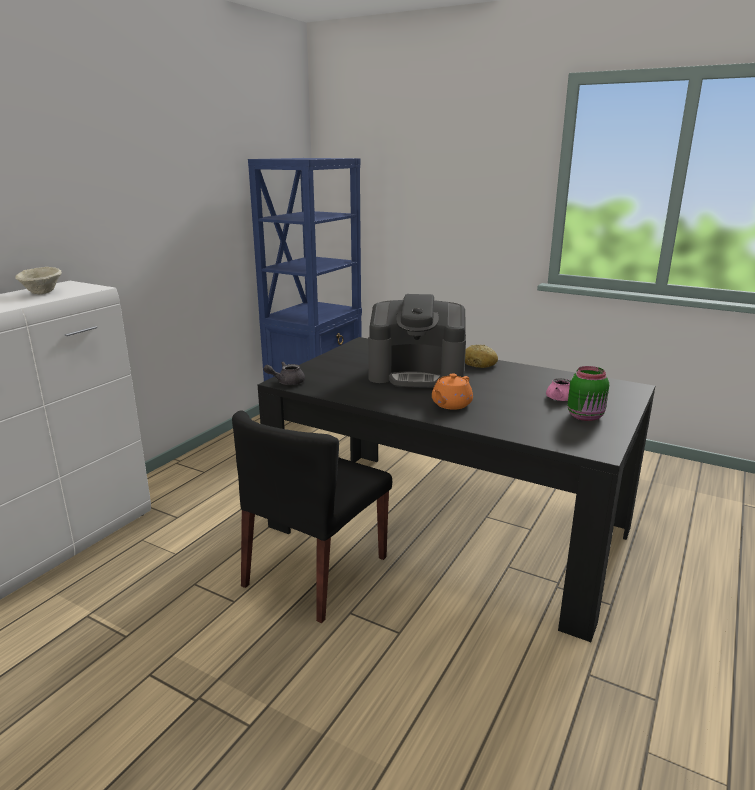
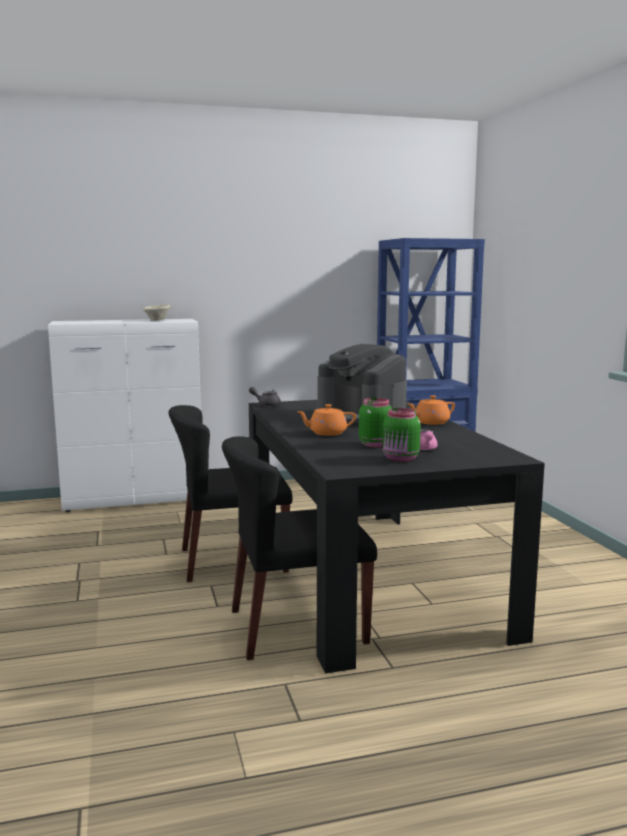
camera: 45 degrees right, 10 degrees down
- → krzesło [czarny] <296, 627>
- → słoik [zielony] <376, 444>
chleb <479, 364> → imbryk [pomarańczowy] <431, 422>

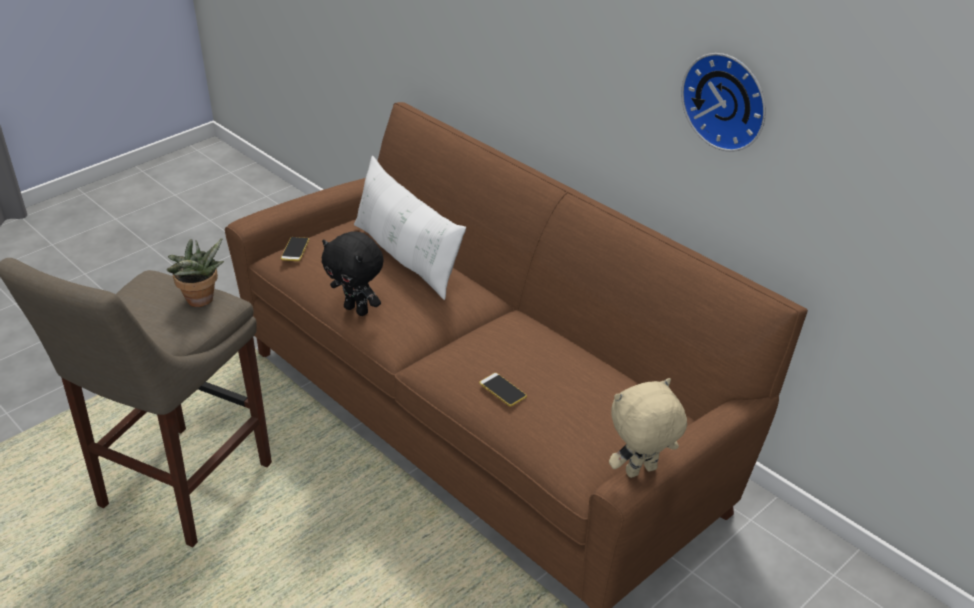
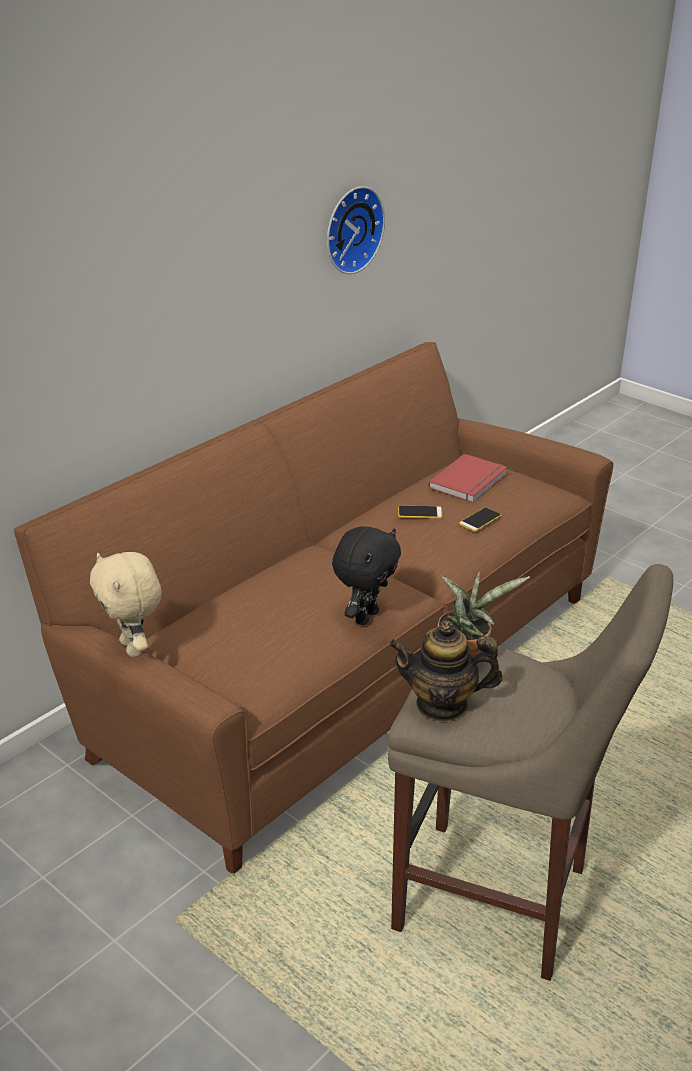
camera: 95 degrees left, 5 degrees down
pluszak [beżowy] <641, 472> → pluszak [beżowy] <133, 648>, moved
- → imbryk <442, 705>
telefon <295, 249> → telefon <420, 513>, moved
- → książka [czerwony] <470, 481>
poduszka [biały] <407, 257> → -

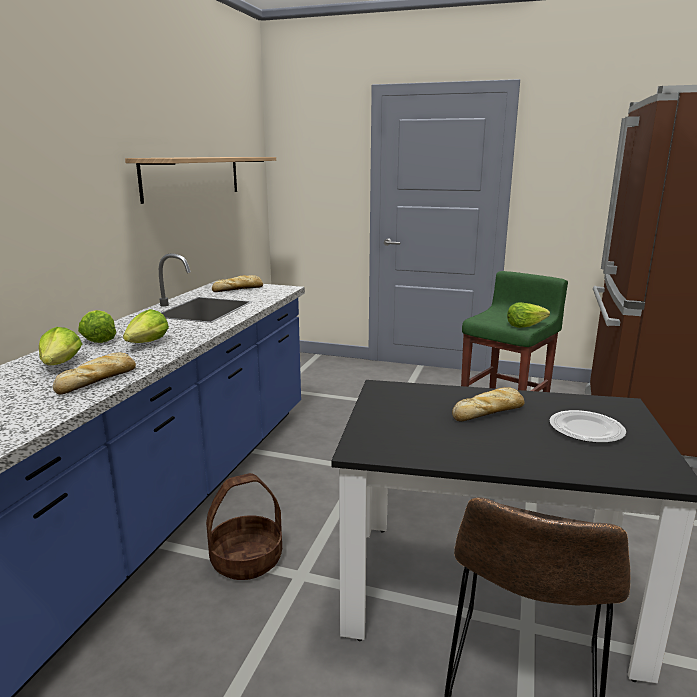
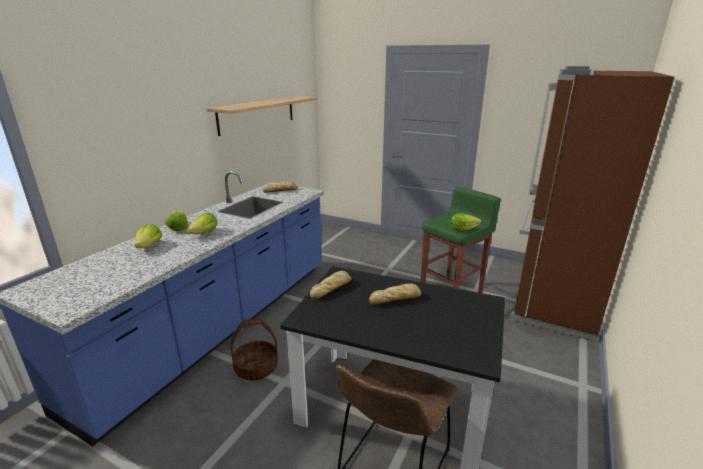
camera: 10 degrees right, 5 degrees up
chleb <98, 379> → chleb <331, 288>, moved
talerz <587, 430> → -

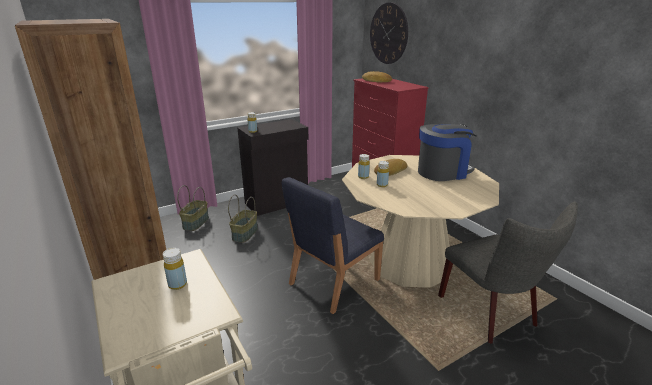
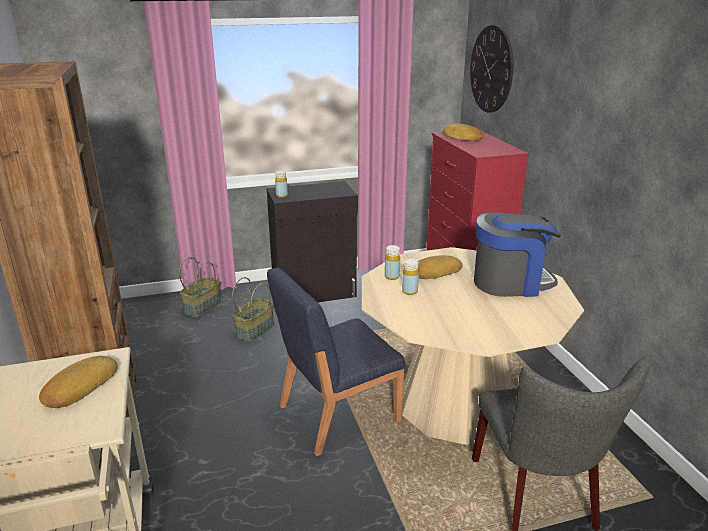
camera: 15 degrees right, 0 degrees up
butelka [żółty] <177, 284> → chleb <79, 387>

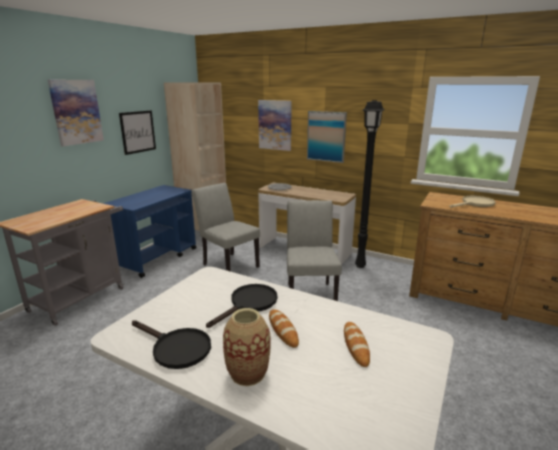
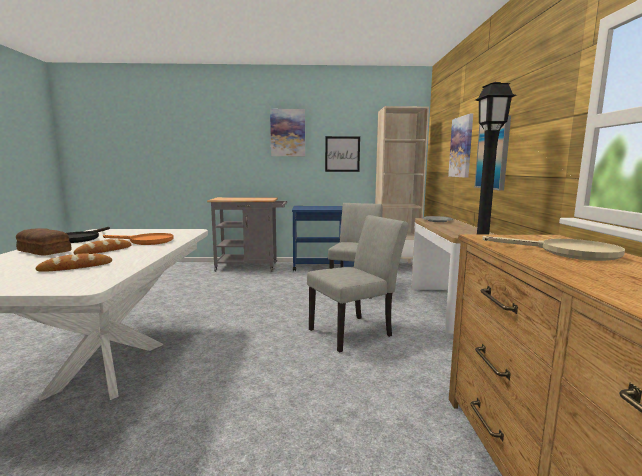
camera: 60 degrees right, 10 degrees down
wazon <248, 373> → chleb <44, 251>
patelnia [czarny] <249, 304> → patelnia [pomarańczowy] <146, 241>

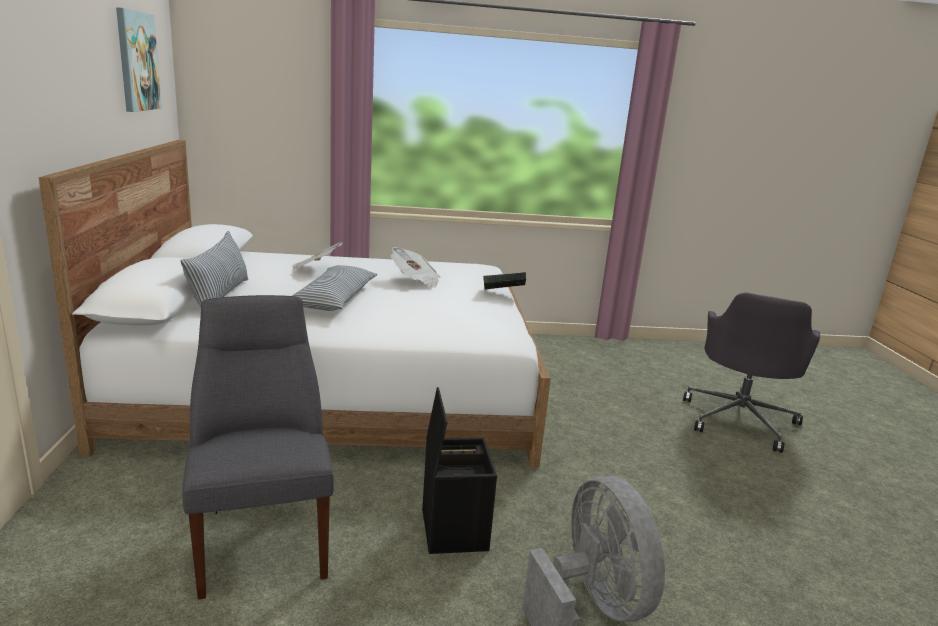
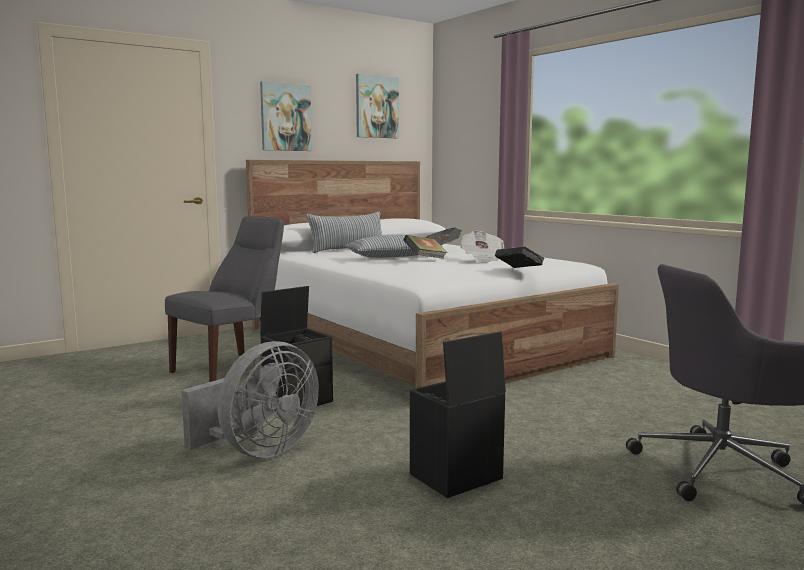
camera: 60 degrees right, 10 degrees down
- → obraz <285, 117>
- → książka <425, 259>
- → pojemnik do przechowywania [czarny] <455, 477>

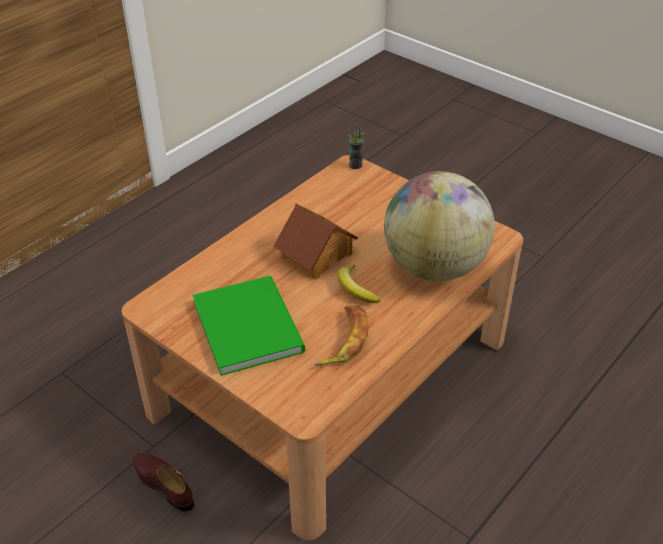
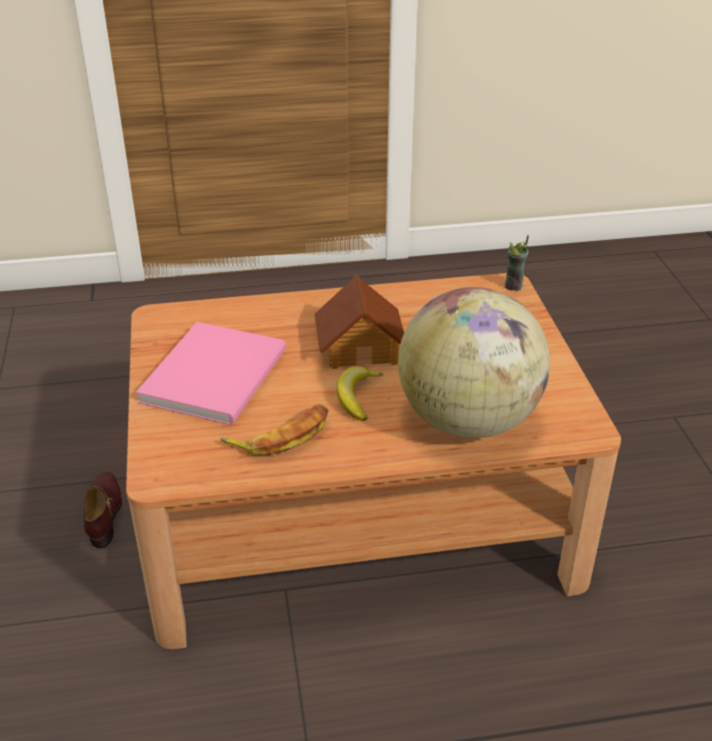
camera: 40 degrees right, 5 degrees down
książka [zielony] <249, 323> → książka [różowy] <219, 374>

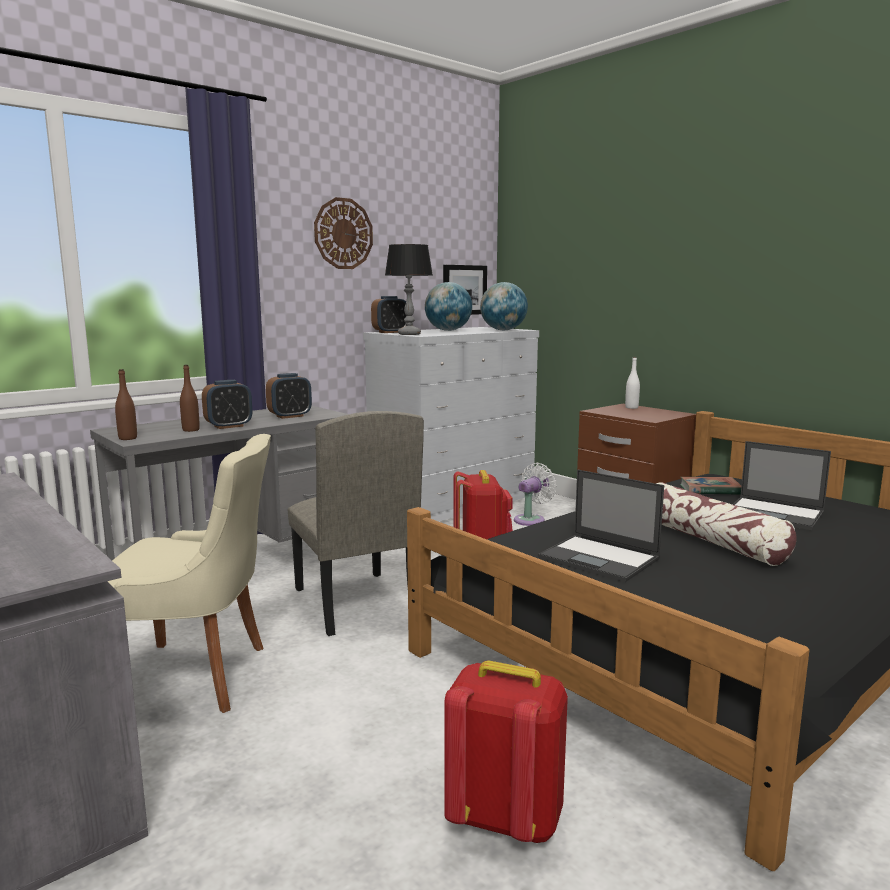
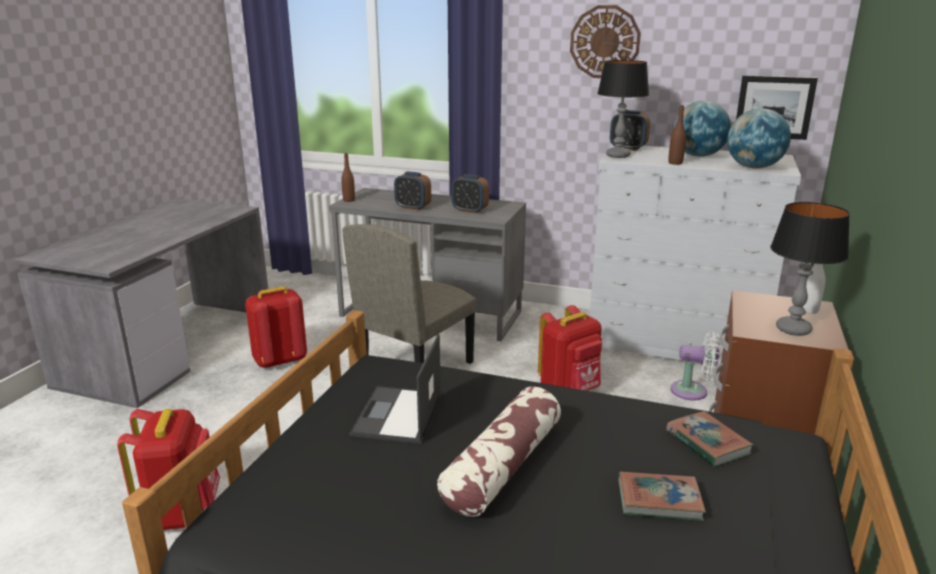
camera: 60 degrees right, 10 degrees up
krzesło [beżowy] <196, 677> → plecak [czerwony] <279, 360>
laptop <775, 514> → książka <659, 500>
butelka [brązowy] <191, 430> → butelka [brązowy] <675, 163>, moved
- → lampa stołowa <792, 329>

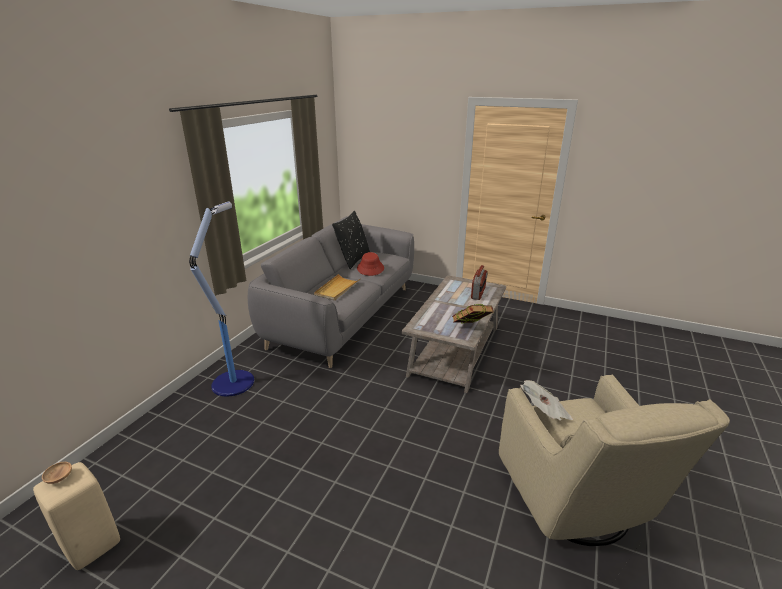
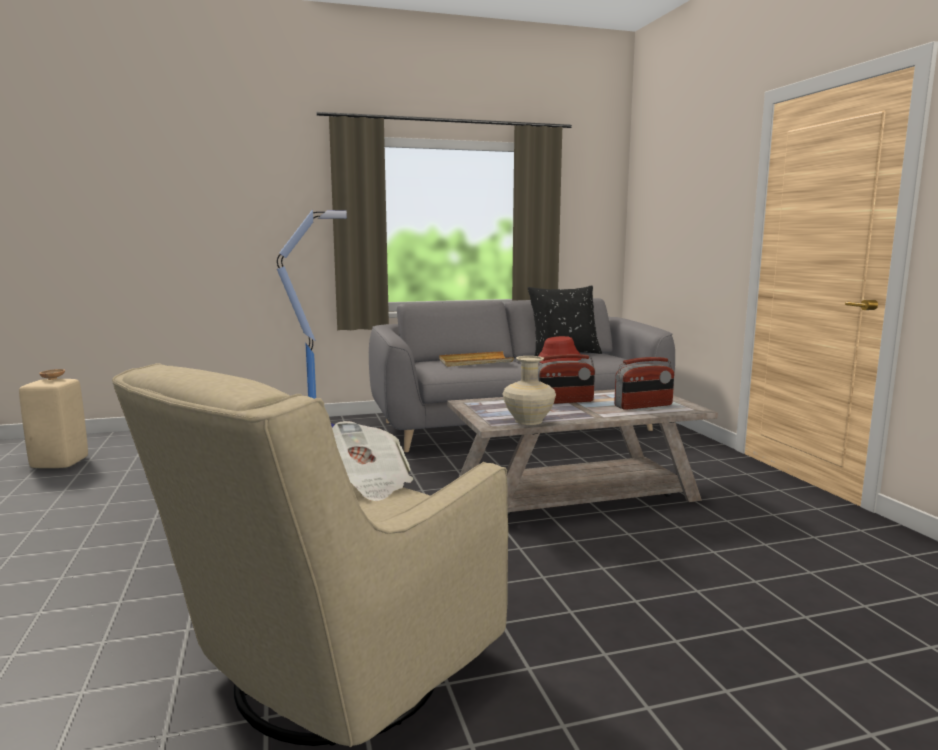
camera: 50 degrees right, 15 degrees down
książka <471, 328> → wazon [beżowy] <528, 421>
- → radio <564, 401>

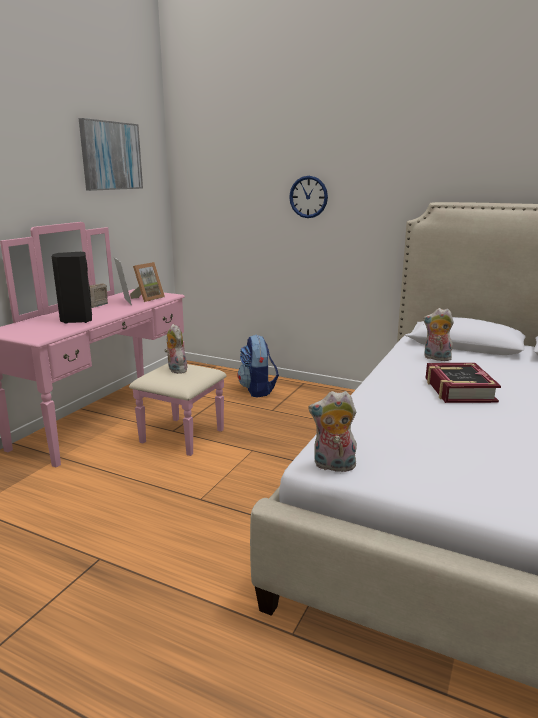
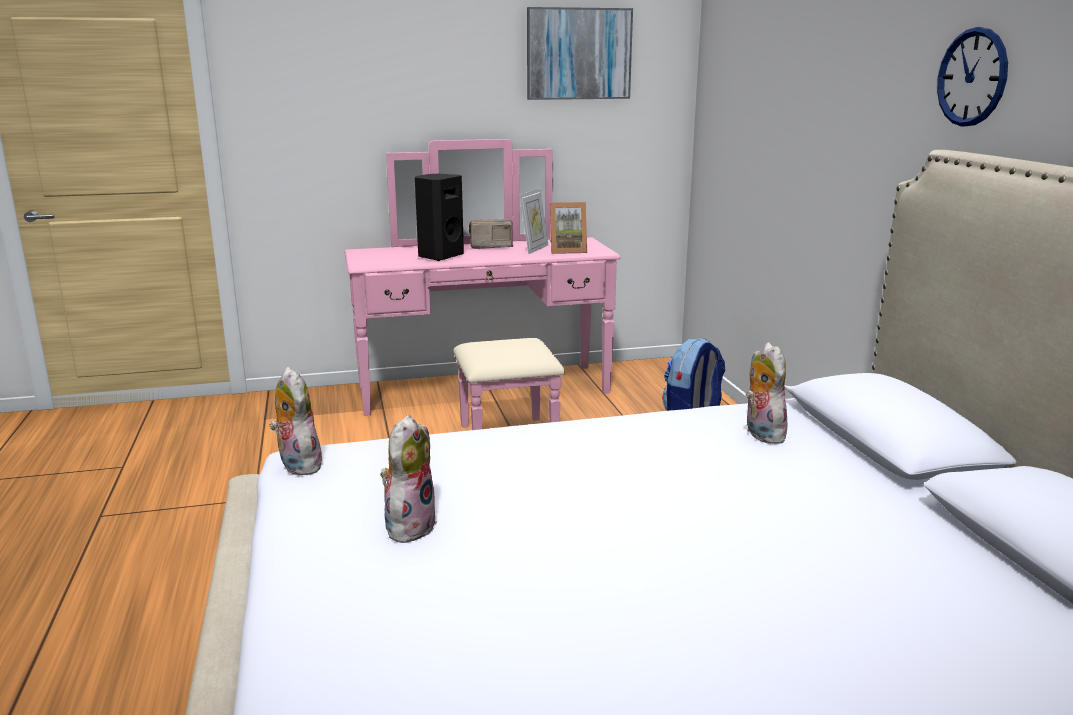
camera: 50 degrees right, 0 degrees up
pluszak <175, 370> → pluszak <409, 526>, moved
zegar ścienny <308, 197> → zegar ścienny <972, 77>, moved
książka <458, 390> → -

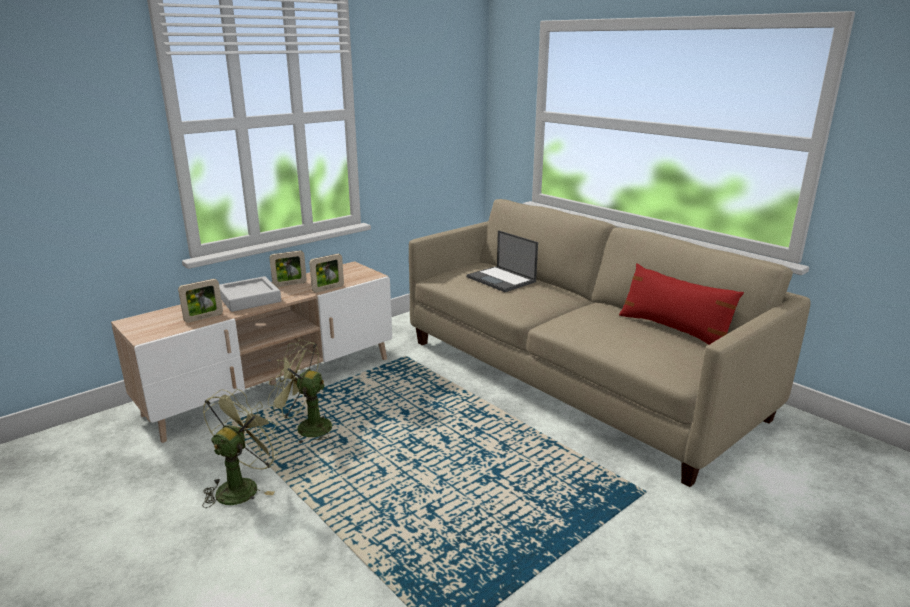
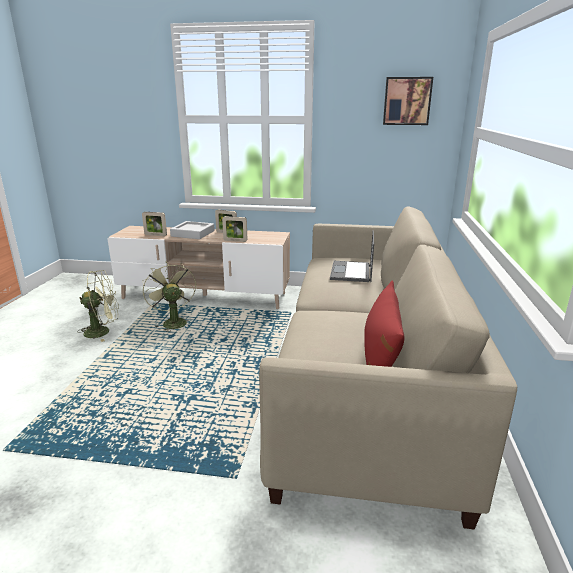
camera: 50 degrees right, 0 degrees up
- → obraz <407, 101>

